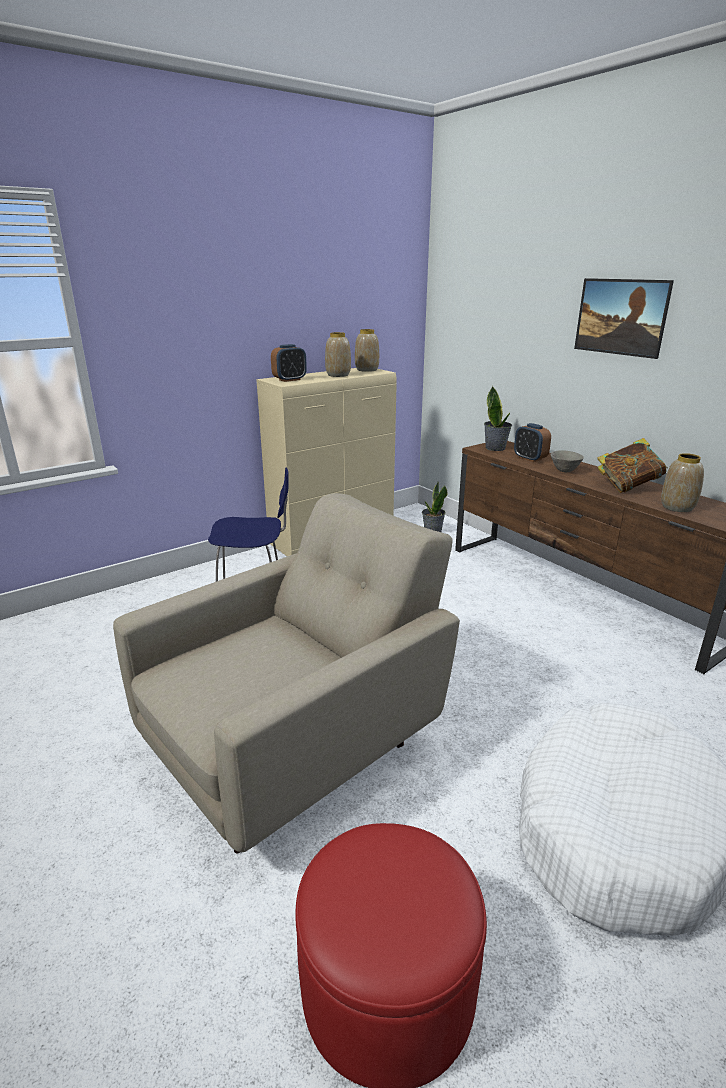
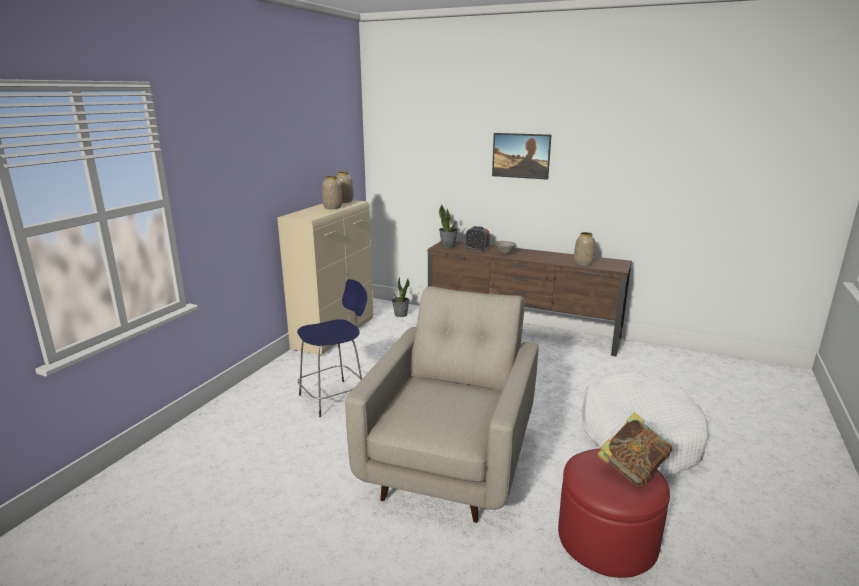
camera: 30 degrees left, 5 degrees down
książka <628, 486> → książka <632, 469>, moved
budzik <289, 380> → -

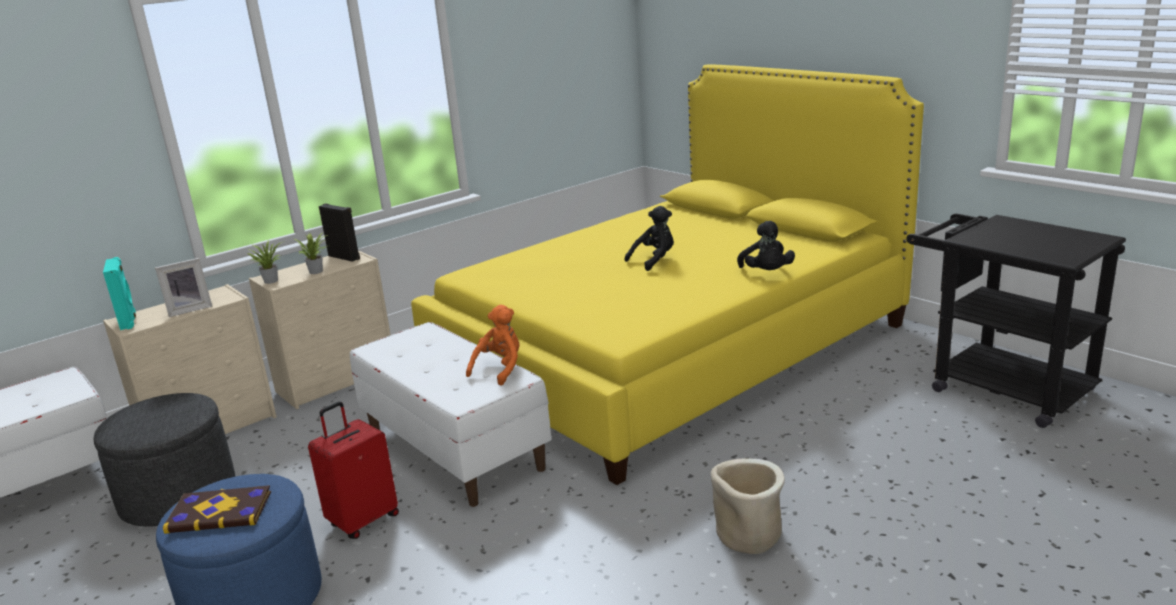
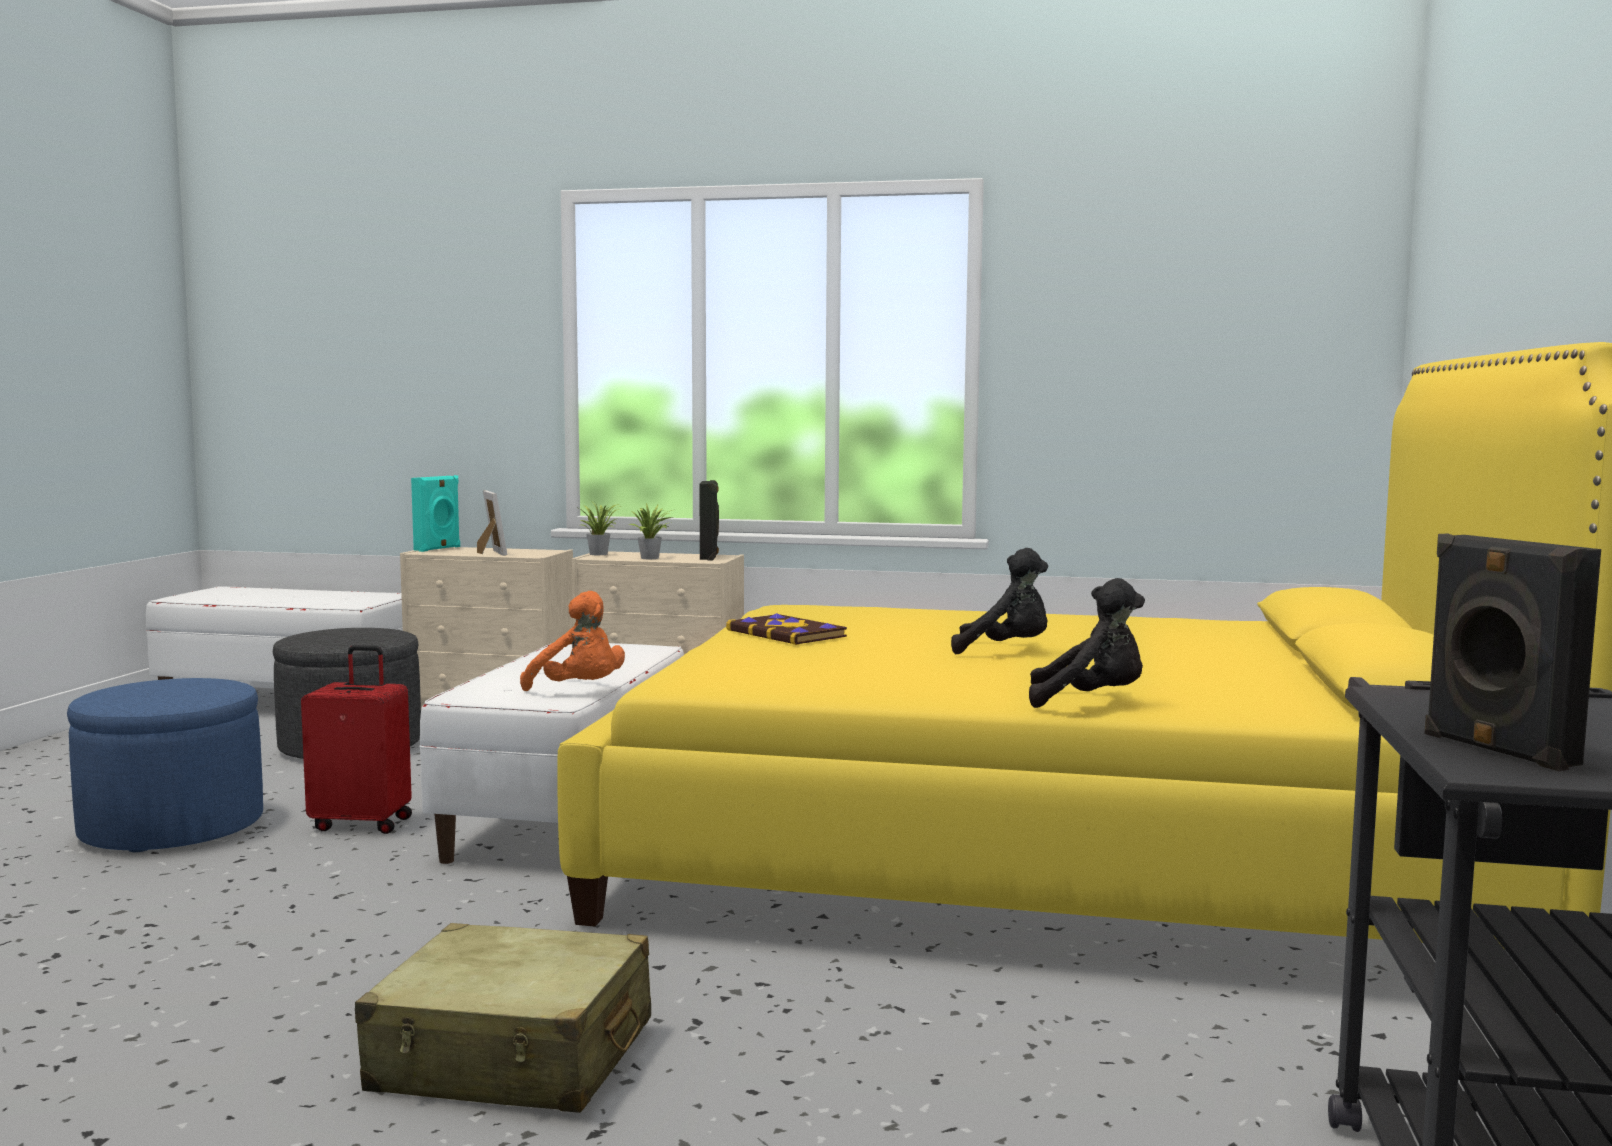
camera: 50 degrees right, 15 degrees down
donica [beżowy] <747, 536> → walizka [beżowy] <513, 1057>
ramka na zdjęcie <189, 309> → ramka na zdjęcie <490, 553>, 135 degrees counterclockwise
pluszak [pomarańczowy] <500, 369> → pluszak [pomarańczowy] <579, 691>, 45 degrees clockwise
książka <220, 511> → książka <787, 633>, moved
pluszak [czarny] <766, 273> → pluszak [czarny] <1090, 701>, 120 degrees counterclockwise
- → głośnik [czarny] <1496, 750>

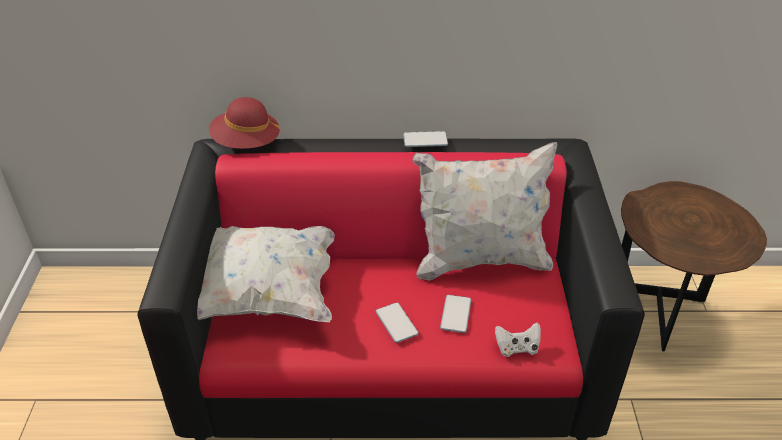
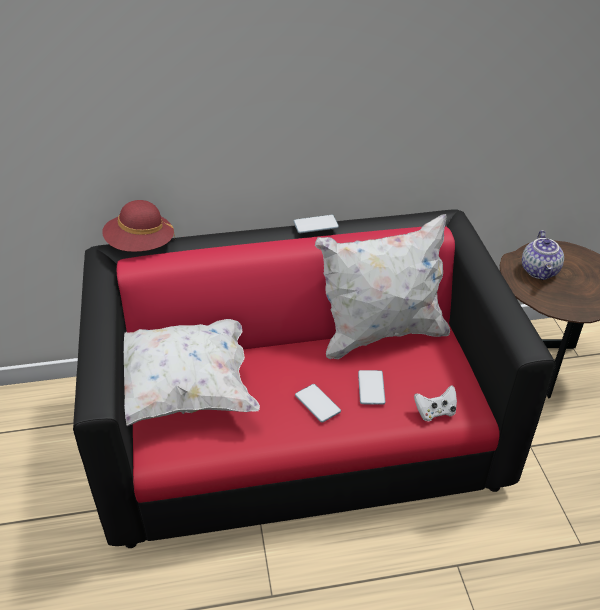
camera: 10 degrees left, 0 degrees up
- → imbryk <540, 271>

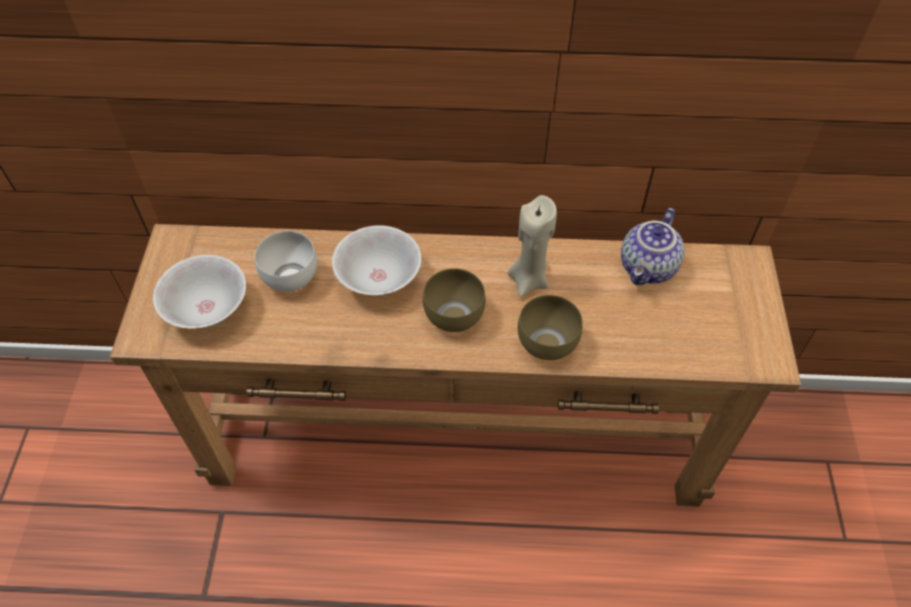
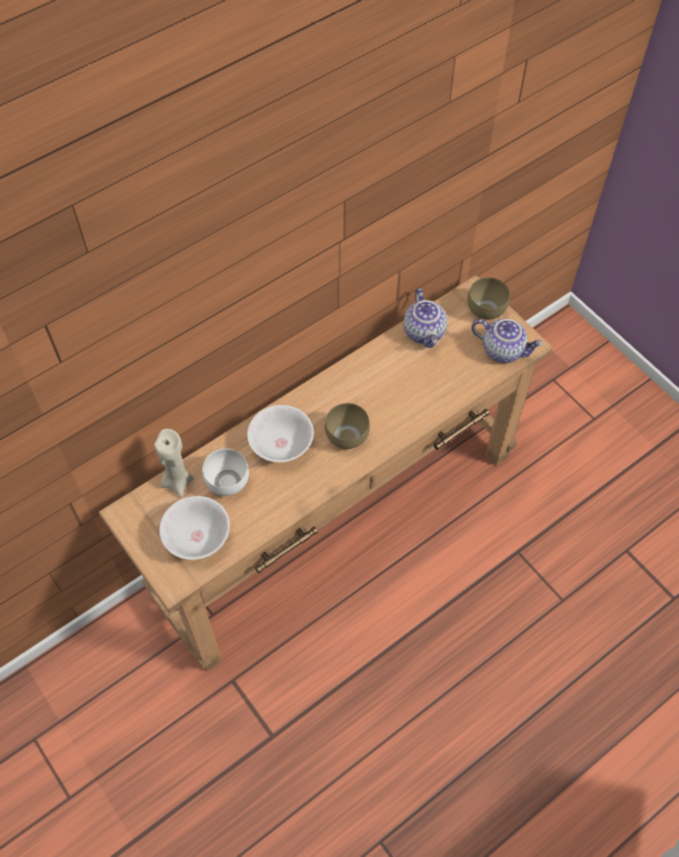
camera: 40 degrees left, 5 degrees up
świeca [beżowy] <529, 280> → świeca [beżowy] <177, 481>, moved
miska [brązowy] <545, 342> → miska [brązowy] <484, 310>, moved
- → imbryk <503, 350>

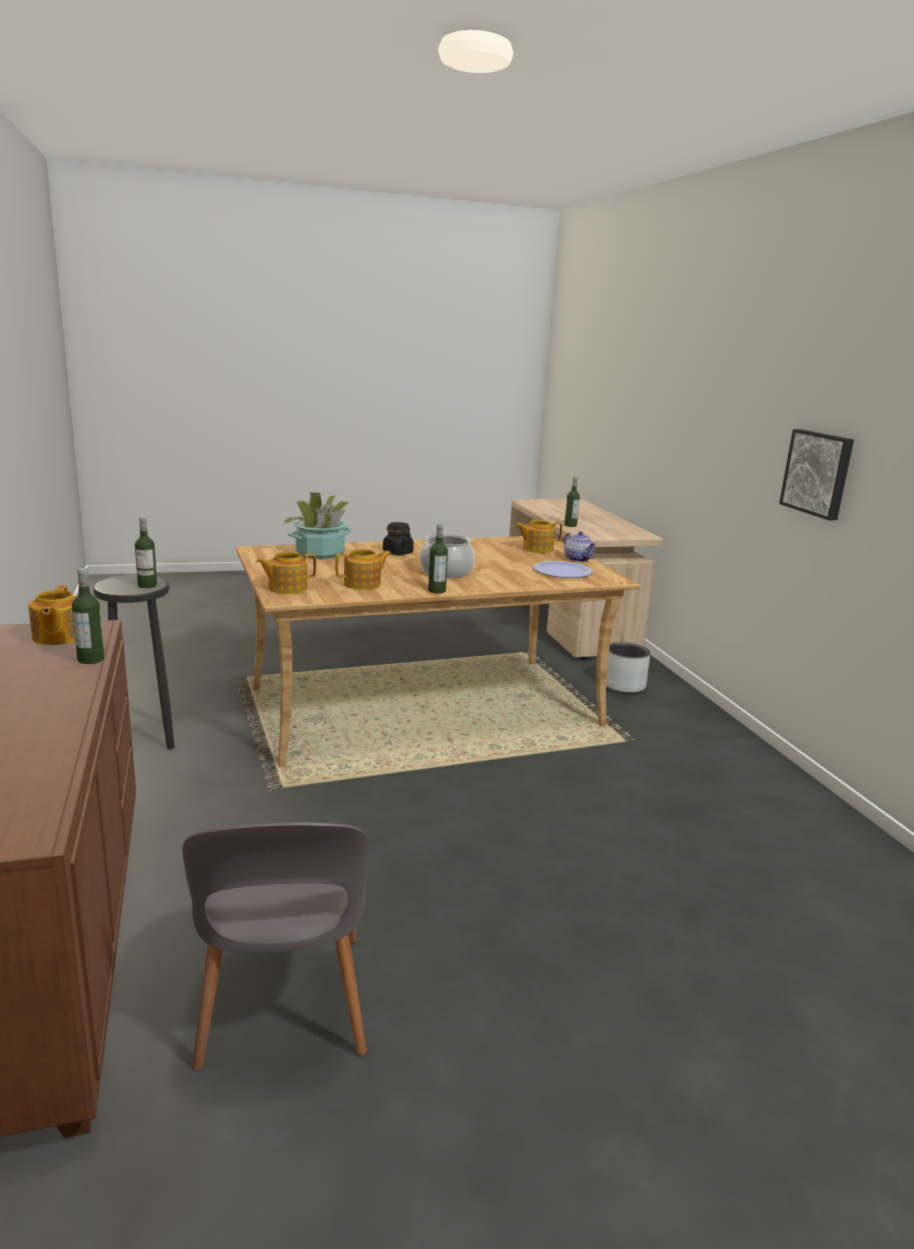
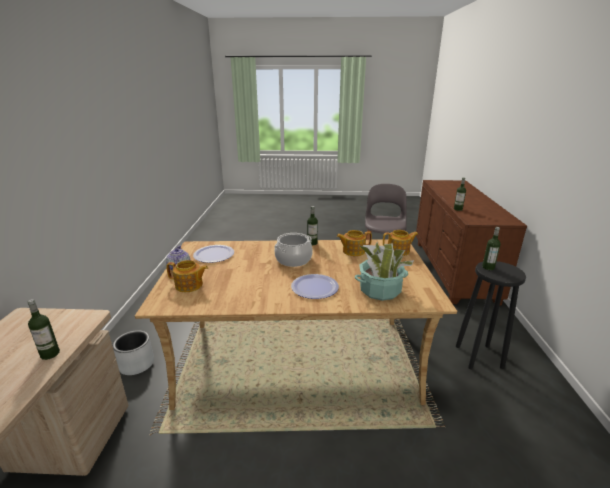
camera: 160 degrees left, 5 degrees up
słoik [czarny] <397, 553> → talerz <314, 287>
imbryk <58, 637> → -
obraz <818, 473> → -

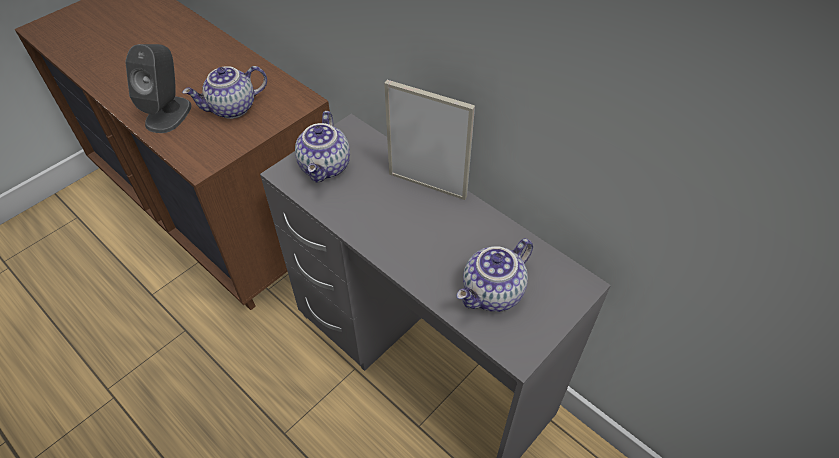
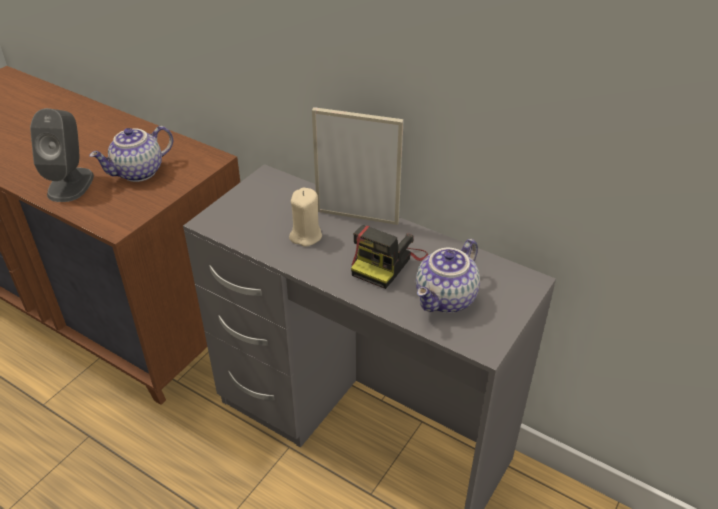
camera: 10 degrees left, 10 degrees down
- → świeca [beżowy] <306, 236>
- → aparat fotograficzny <387, 262>
imbryk <326, 167> → -

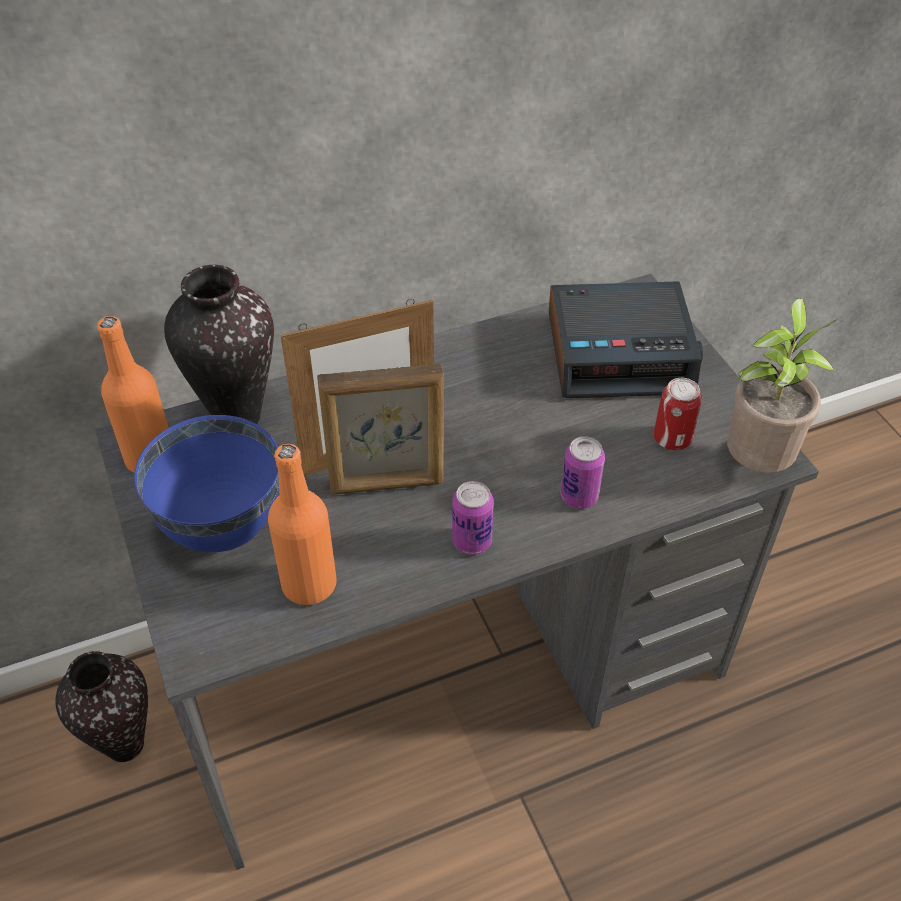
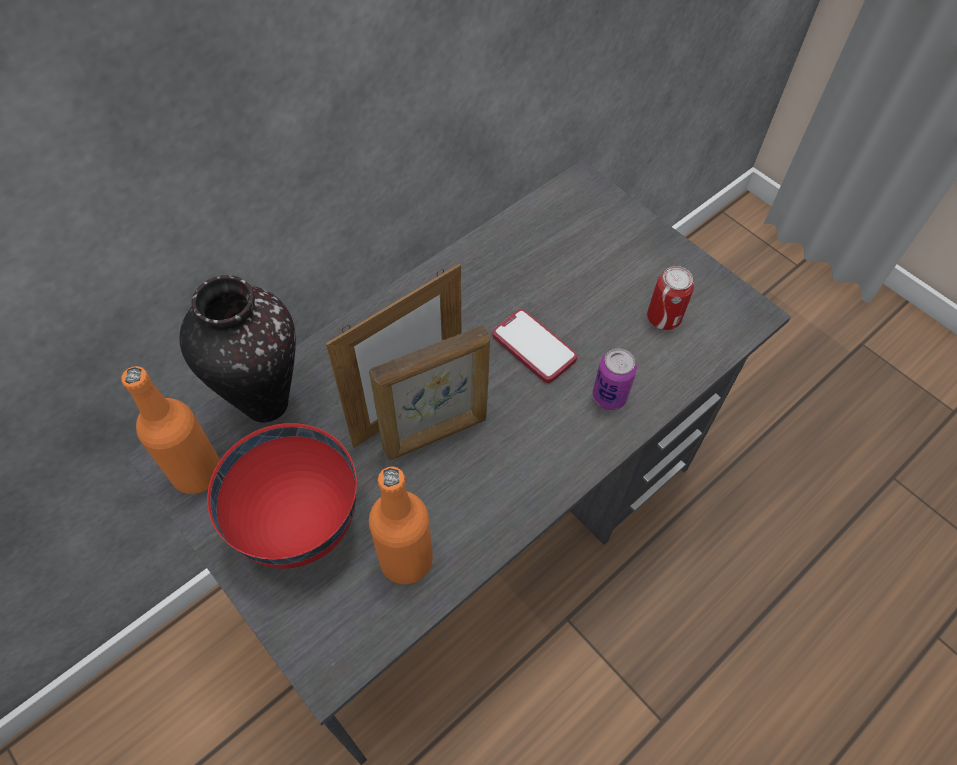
camera: 20 degrees left, 10 degrees up
miska [niebieski] <222, 529> → miska [czerwony] <299, 527>
- → telefon <534, 347>
wazon <126, 743> → -
puszka <472, 541> → -
budzik <620, 352> → -
roślina doniczkowa <756, 463> → -

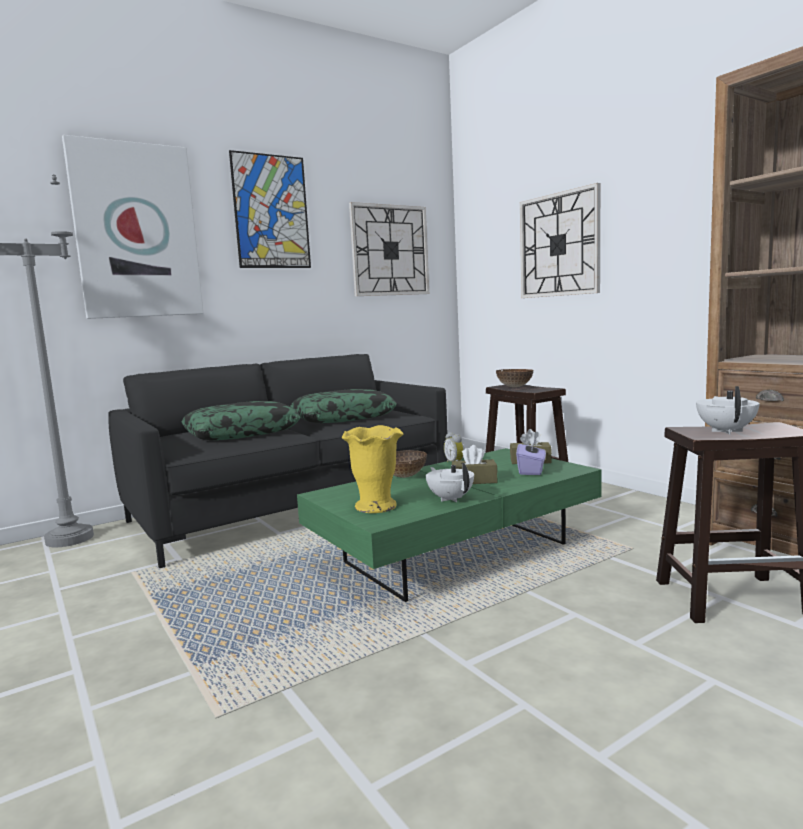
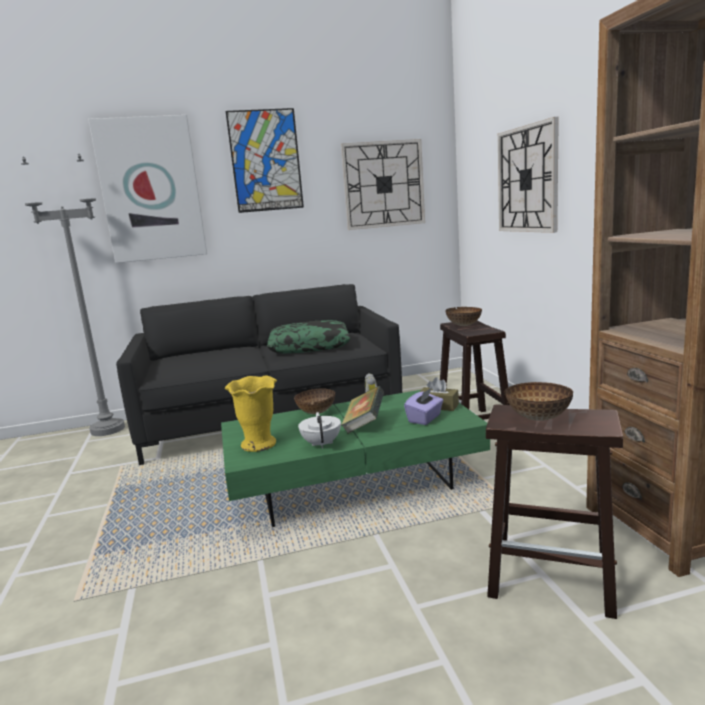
camera: 20 degrees right, 5 degrees up
pudełko chusteczek [brązowy] <474, 481> → książka <364, 425>
imbryk [biały] <726, 431> → miska <539, 418>
poduszka <242, 432> → -

